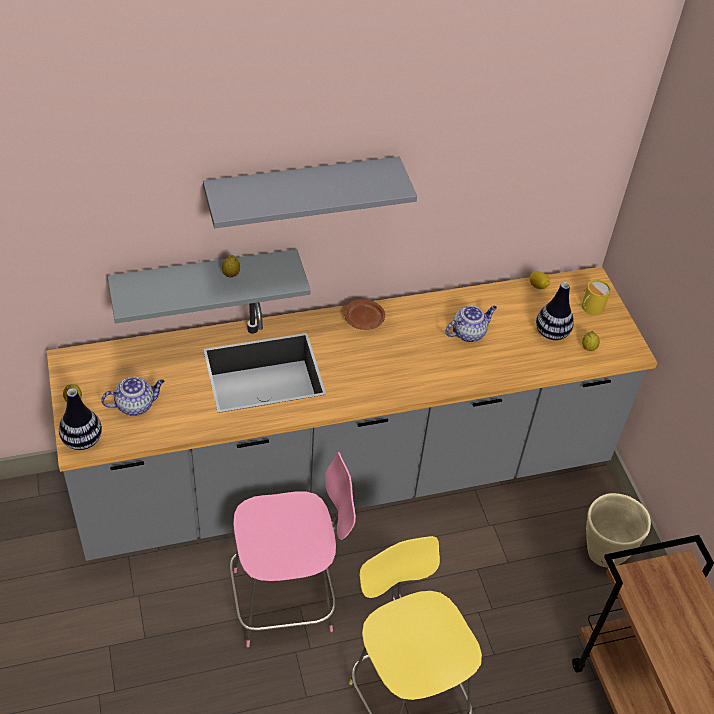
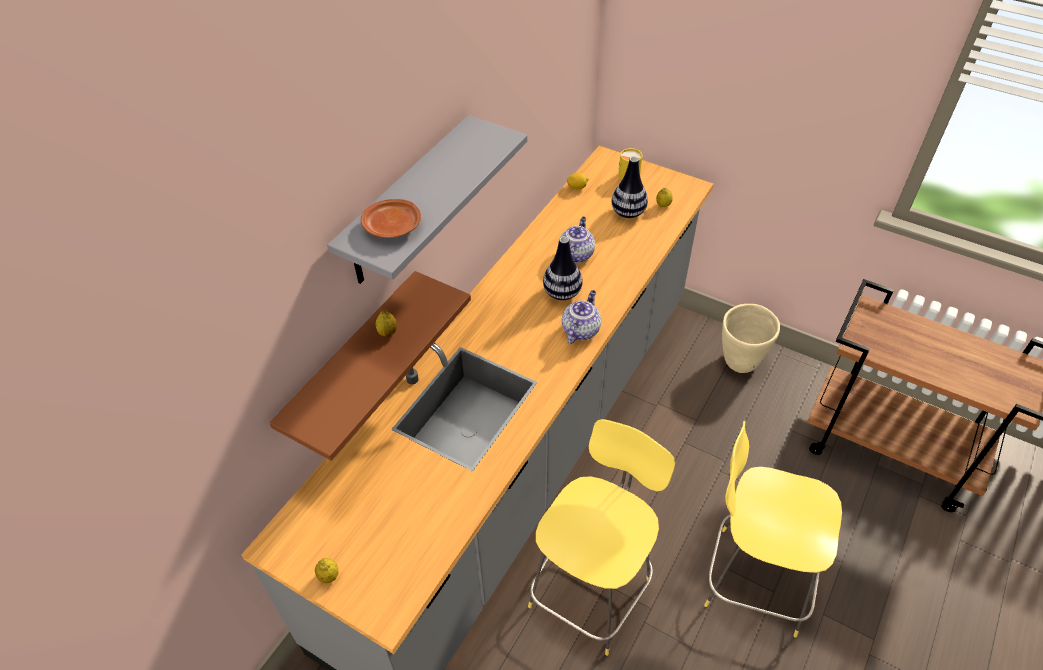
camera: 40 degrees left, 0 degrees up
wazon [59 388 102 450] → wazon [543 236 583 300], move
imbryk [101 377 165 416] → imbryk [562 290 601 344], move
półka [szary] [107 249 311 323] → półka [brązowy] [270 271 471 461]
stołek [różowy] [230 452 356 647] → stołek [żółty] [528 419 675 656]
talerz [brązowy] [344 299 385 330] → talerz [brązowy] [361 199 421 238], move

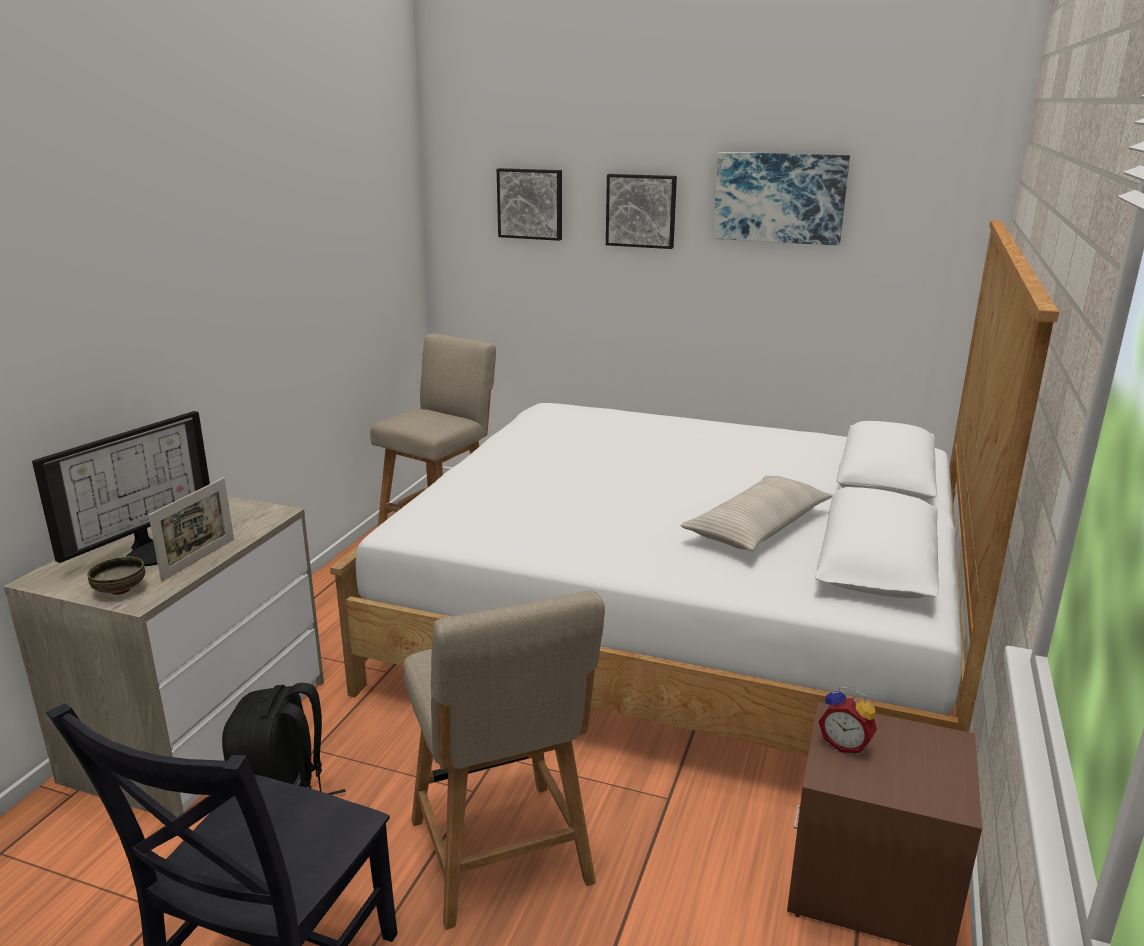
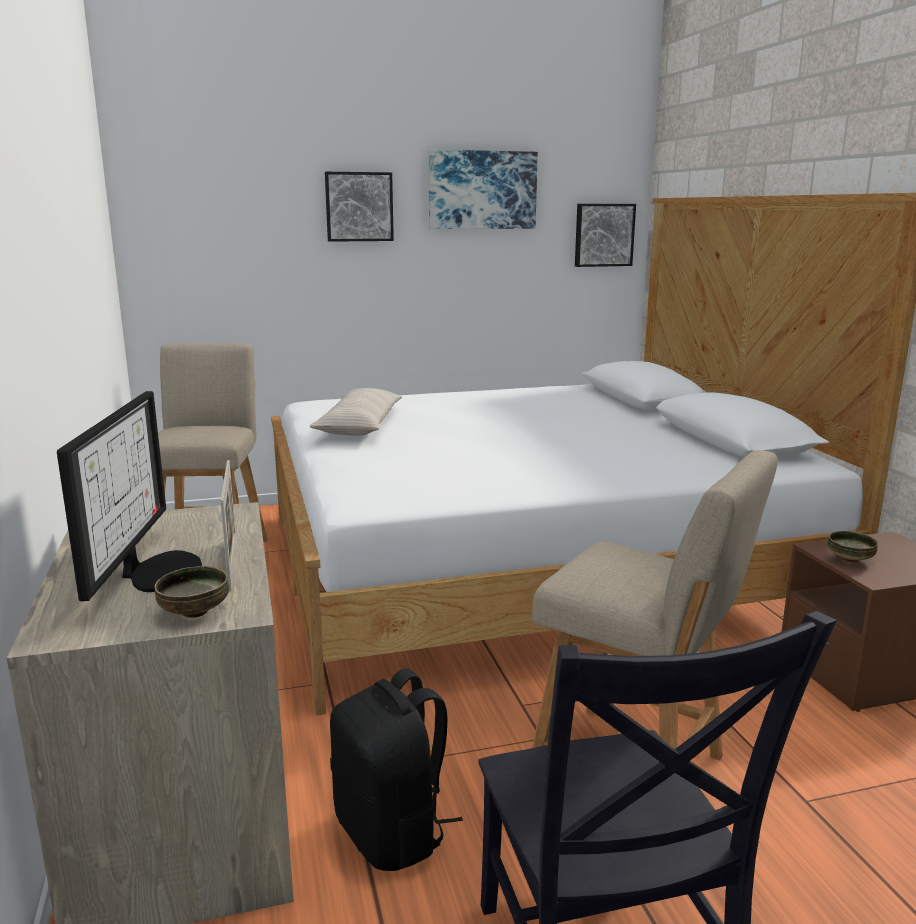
camera: 35 degrees left, 5 degrees down
obraz [497 168 562 241] → obraz [575 204 636 267], move
poduszka [beżowy] [681 475 833 551] → poduszka [beżowy] [310 388 402 436], move
budzik [818 687 877 753] → miska [827 531 878 563]

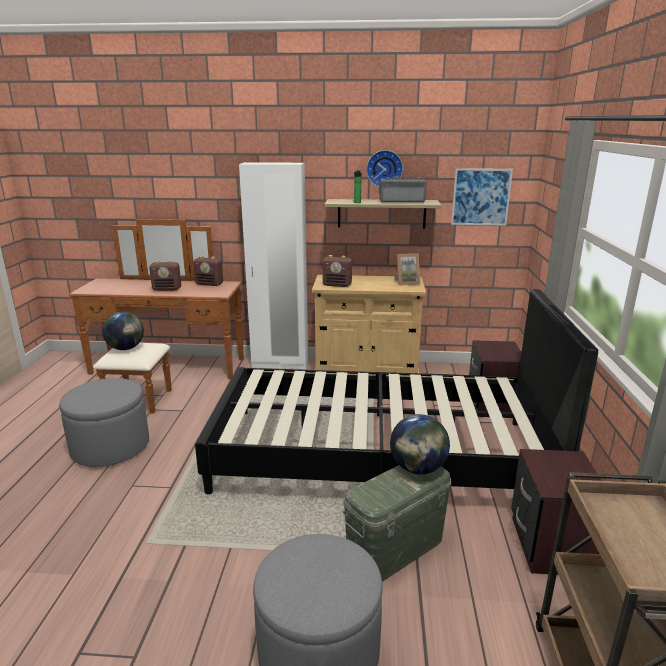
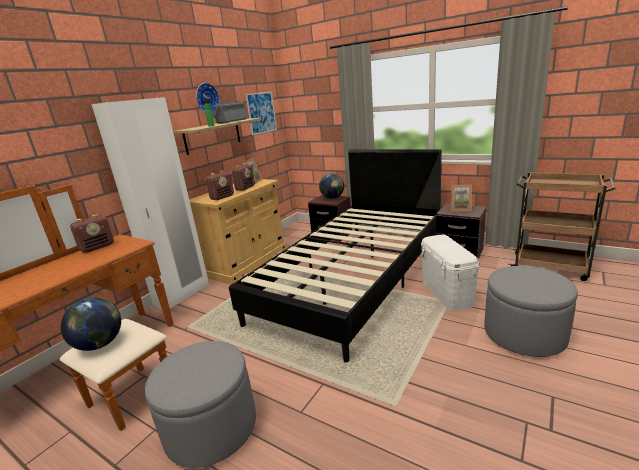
camera: 60 degrees left, 0 degrees up
radio [149 261 181 291] → radio [232 163 255 191], move
pojemnik do przechowywania [zielony] [343 465 451 582] → pojemnik do przechowywania [biały] [421 235 480 311]
globus [390 414 450 474] → globus [319 174 344 199], move
- → ramka na zdjęcie [451 185 472 211]

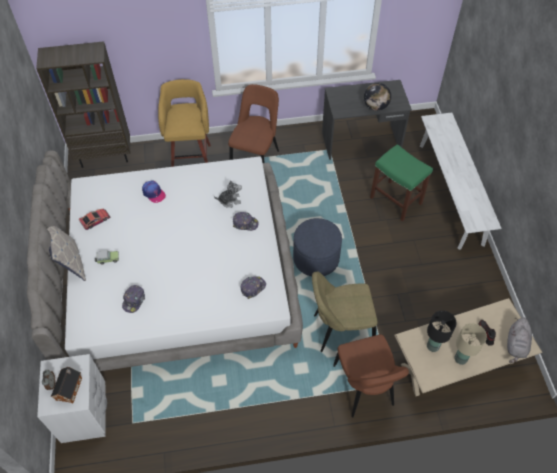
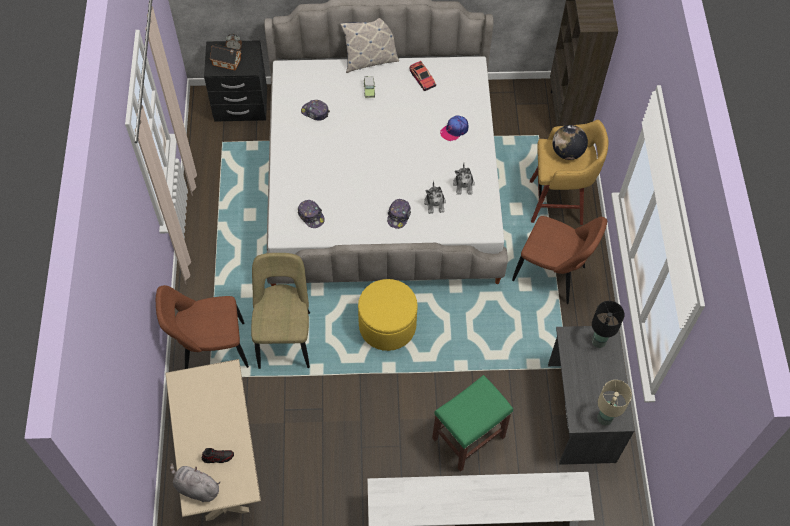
camera: 95 degrees right, 5 degrees up
szafka nocna [biały] [37 354 107 443] → szafka nocna [czarny] [204 40 267 122]
pufa [niebieski] [293 218 342 277] → pufa [żółty] [358 279 418 351]
globus [364 83 391 111] → globus [552 125 588 160], move
lampa stołowa [czarny] [427 310 457 352] → lampa stołowa [czarny] [592 301 625 348], move
lampa stołowa [beżowy] [454 323 487 365] → lampa stołowa [beżowy] [597 380 632 425], move
- → pluszak [453 163 475 195]

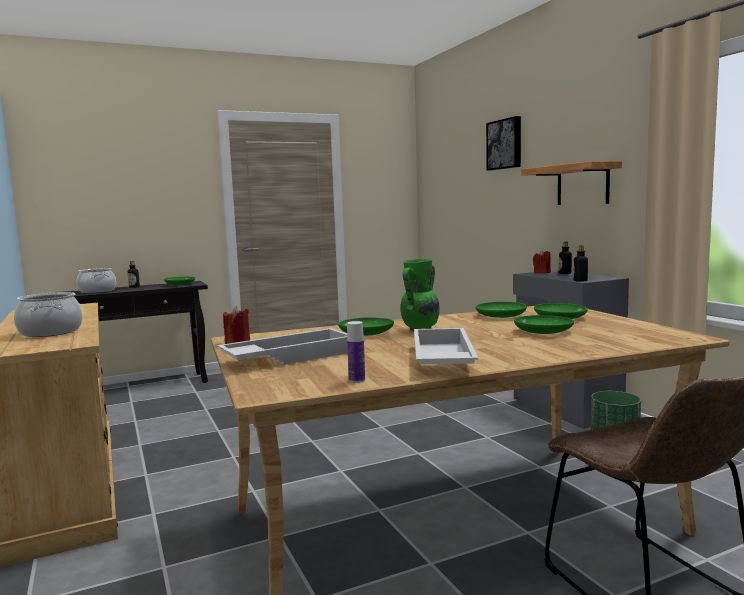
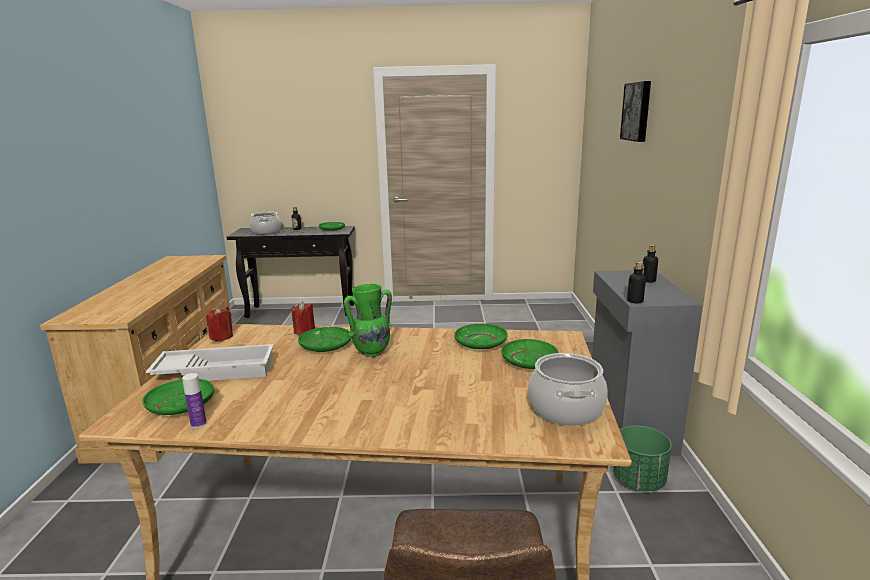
camera: 25 degrees right, 10 degrees up
garnek [14 292 83 337] → garnek [528 353 608 426], move
taca [biały] [414 328 478 364] → -
talerz [zielony] [514 315 574 334] → talerz [zielony] [142 379 214 415], move
półka [521 161 622 205] → -
świeca [czerwony] [533 250 551 274] → świeca [czerwony] [291 301 315 335], move

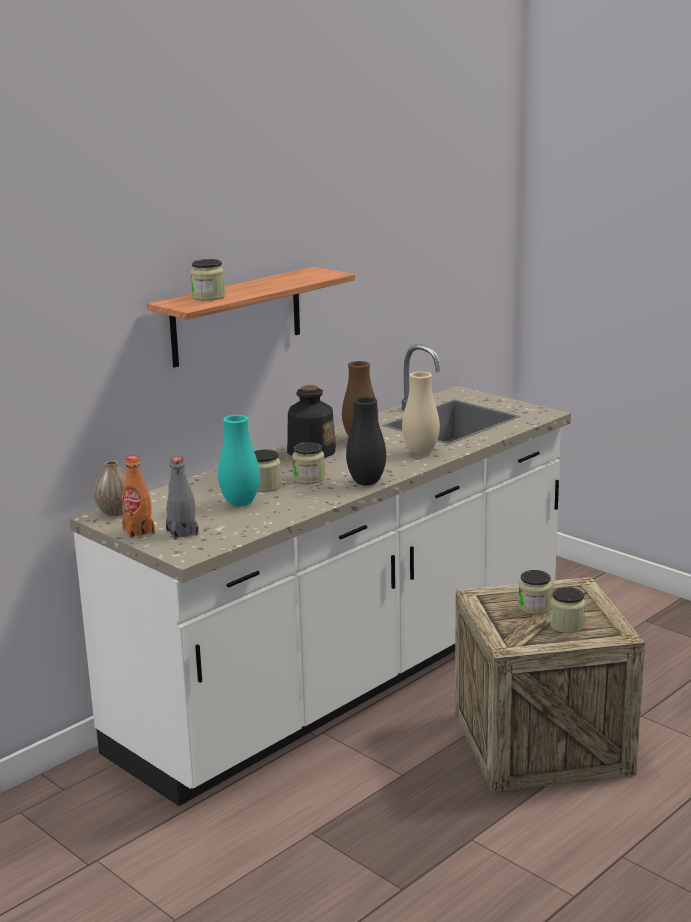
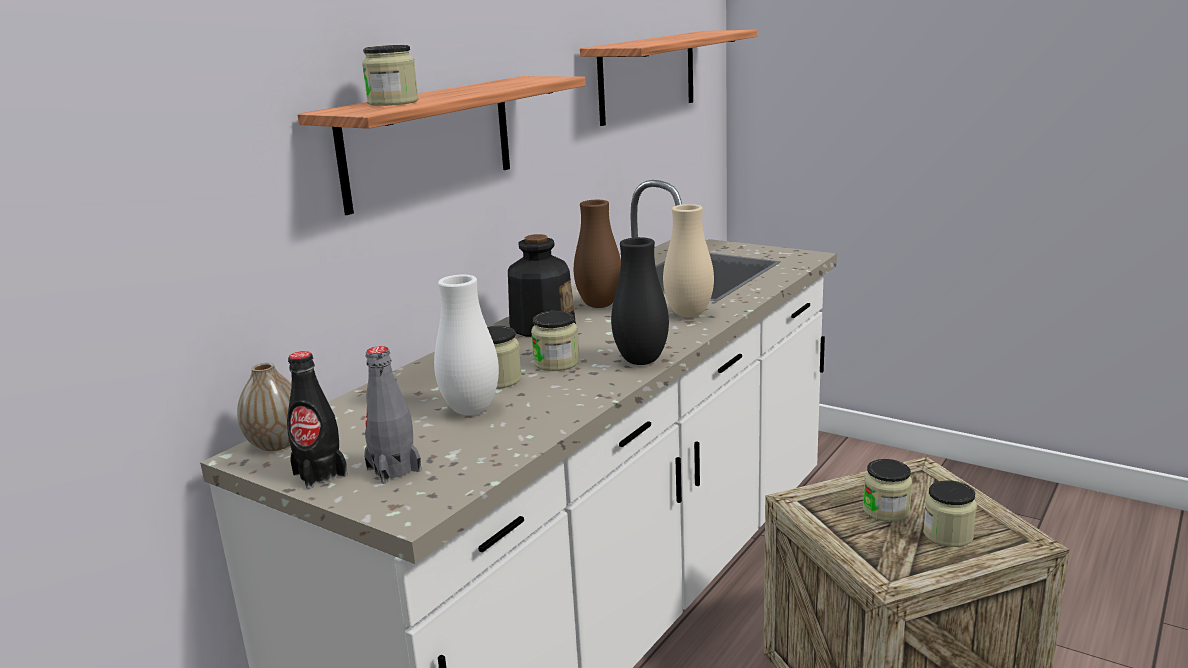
camera: 10 degrees left, 0 degrees up
butelka [pomarańczowy] [122 456 155 538] → butelka [czarny] [287 351 348 489]
wazon [turkusowy] [218 415 260 507] → wazon [biały] [434 275 499 415]
- → półka [580 30 757 126]

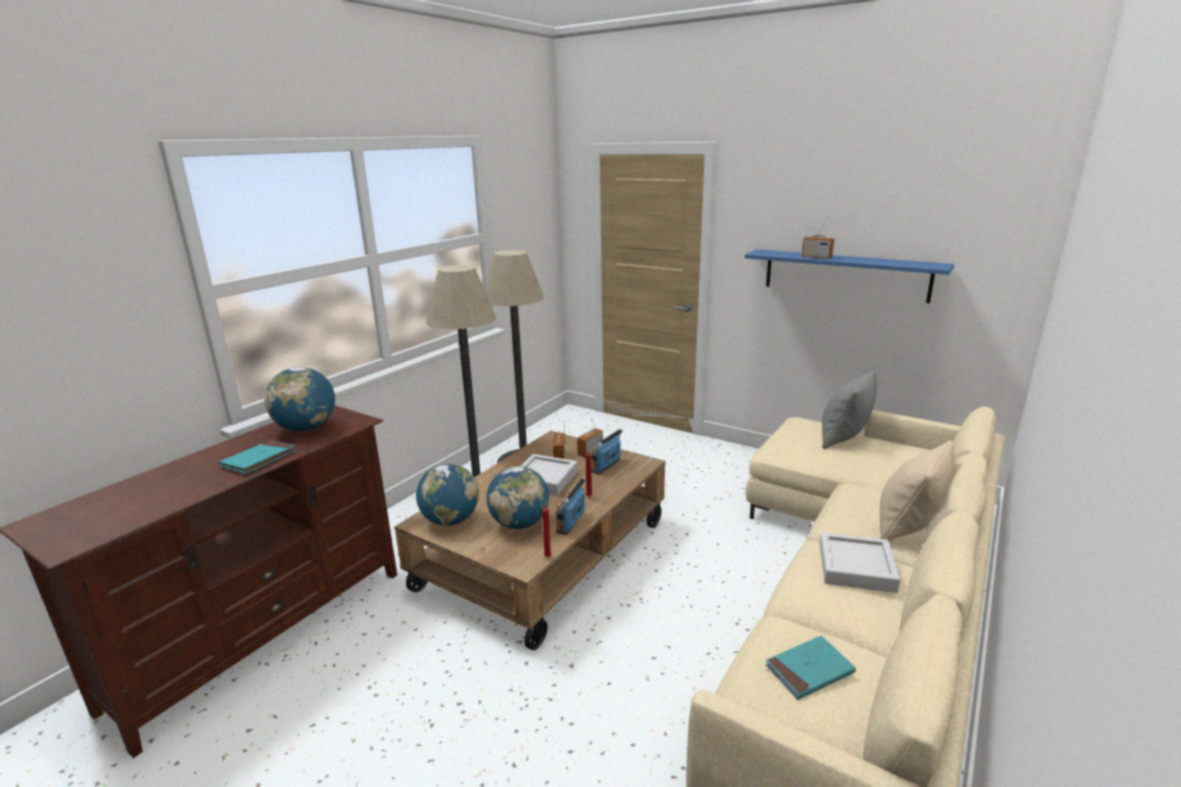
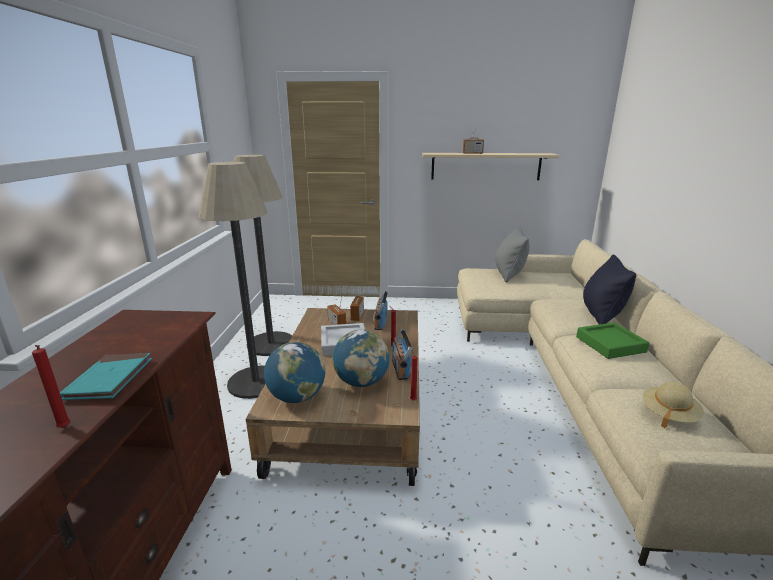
camera: 30 degrees left, 0 degrees up
globus [265 367 335 431] → -
półka [niebieski] [745 249 954 303] → półka [beżowy] [423 153 560 180]
książka [turkusowy] [765 636 856 700] → kapelusz [beżowy] [643 382 704 428]
taca [szary] [819 532 901 593] → taca [zielony] [576 323 649 359]
poduszka [beżowy] [880 440 954 541] → poduszka [czarny] [583 255 636 325]
- → świeca [czerwony] [32 345 71 428]

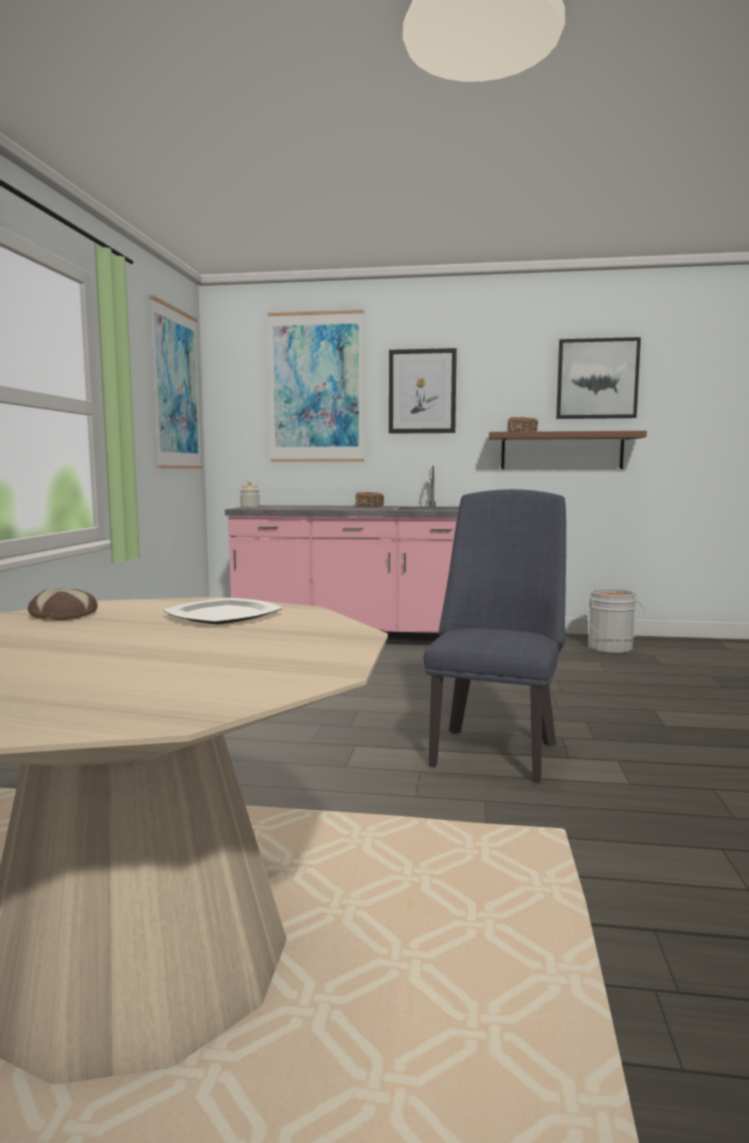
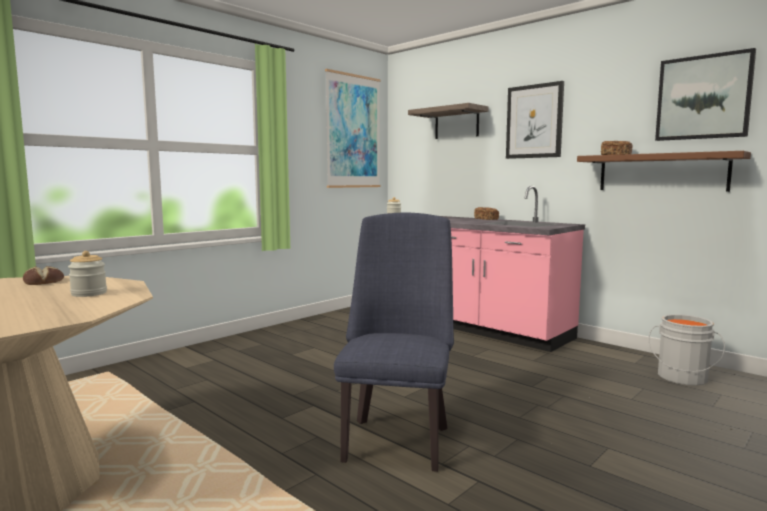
camera: 35 degrees right, 0 degrees up
talerz [163 598 283 625] → słoik [68 251 107 297]
obraz [268 310 364 462] → półka [408 103 489 139]
krzesło [niebieski] [424 489 566 783] → krzesło [niebieski] [334 213 454 472], 45 degrees counterclockwise

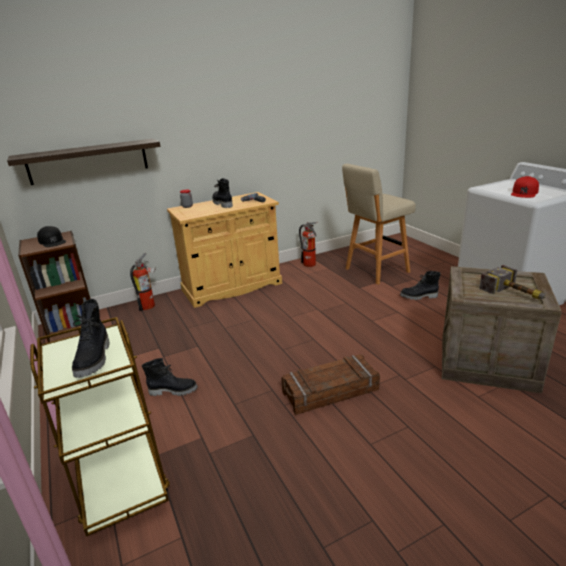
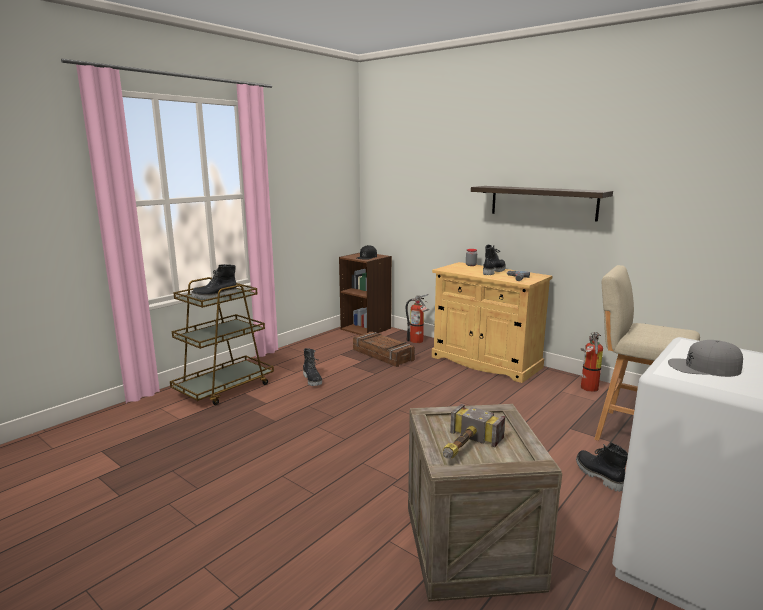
camera: 65 degrees right, 10 degrees down
półka [7 139 160 185] → półka [471 186 613 222], move
skrzynka [281 354 380 415] → skrzynka [353 332 415 367], move
czapka z daszkiem [czerwony] [511 176 539 198] → czapka z daszkiem [szary] [668 340 743 377]

